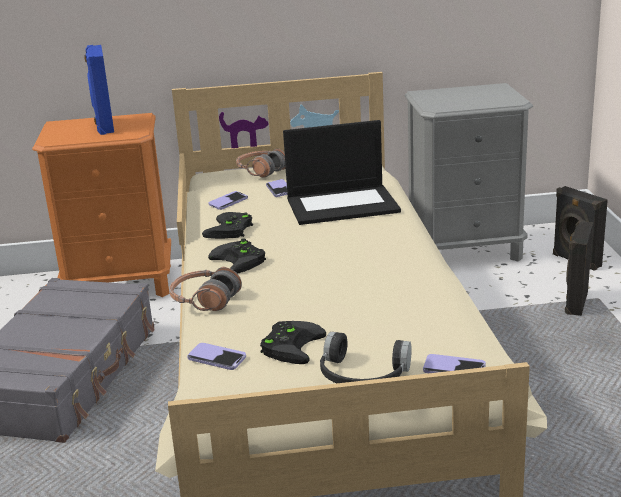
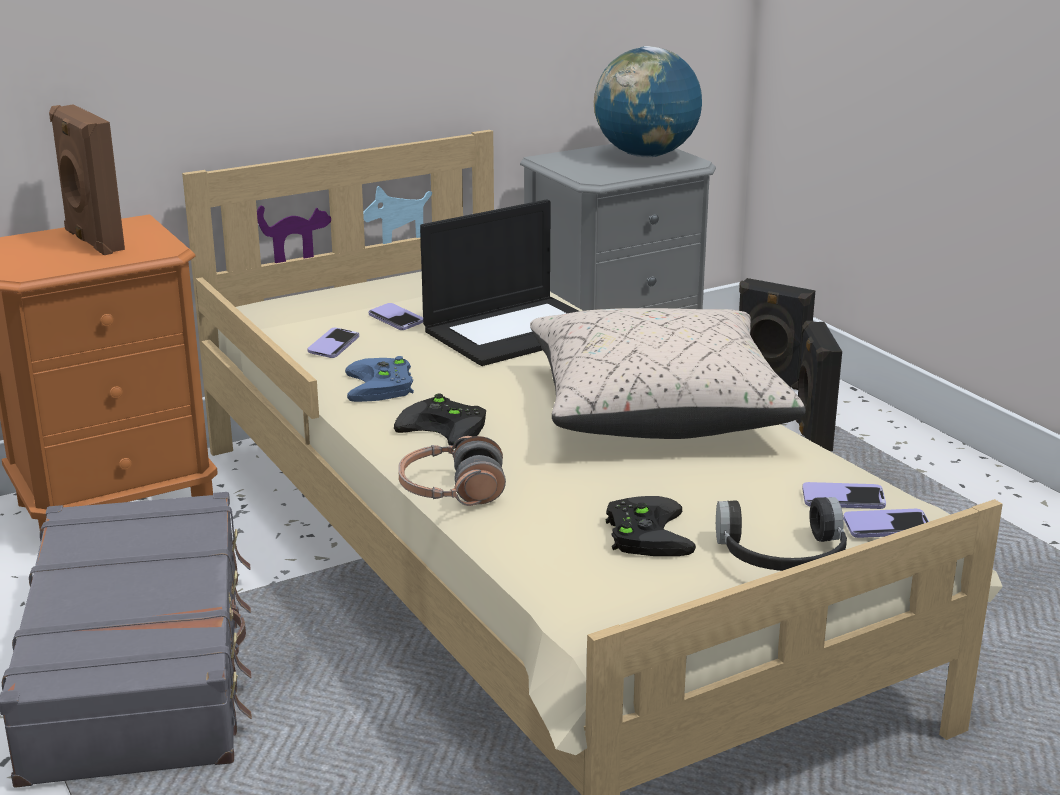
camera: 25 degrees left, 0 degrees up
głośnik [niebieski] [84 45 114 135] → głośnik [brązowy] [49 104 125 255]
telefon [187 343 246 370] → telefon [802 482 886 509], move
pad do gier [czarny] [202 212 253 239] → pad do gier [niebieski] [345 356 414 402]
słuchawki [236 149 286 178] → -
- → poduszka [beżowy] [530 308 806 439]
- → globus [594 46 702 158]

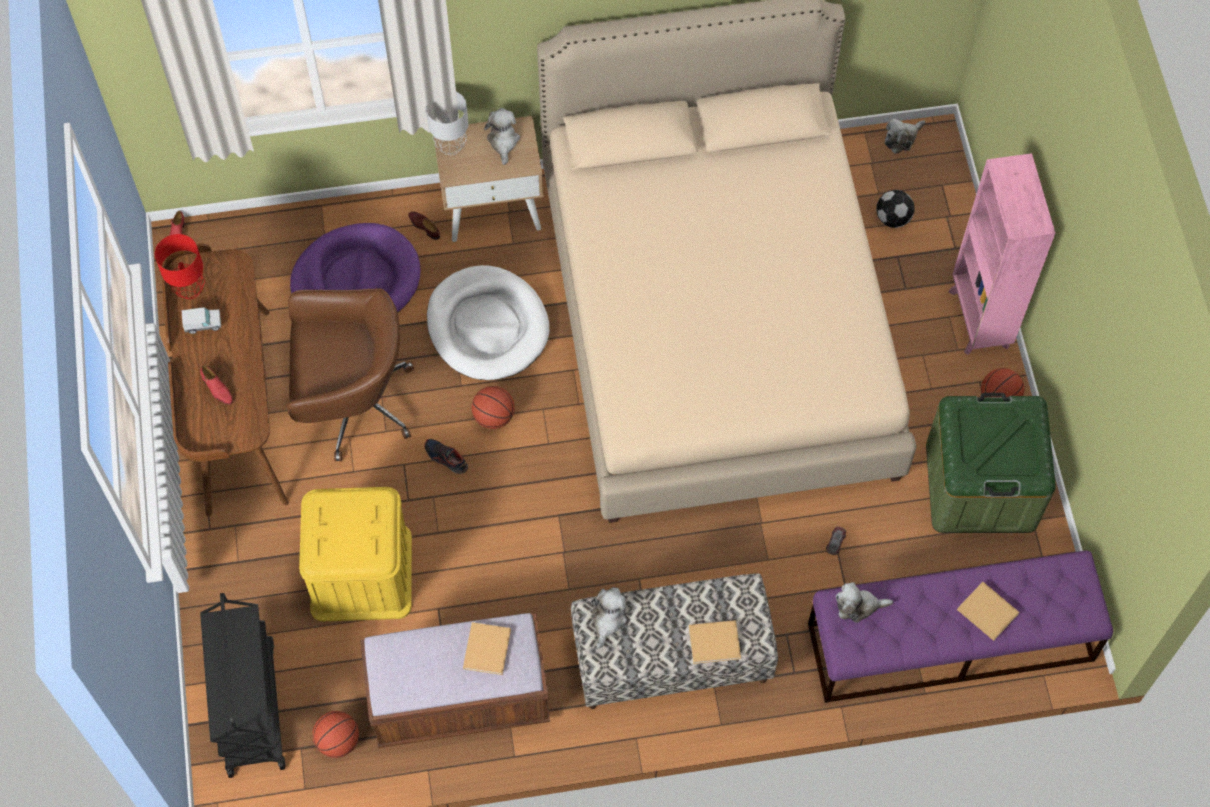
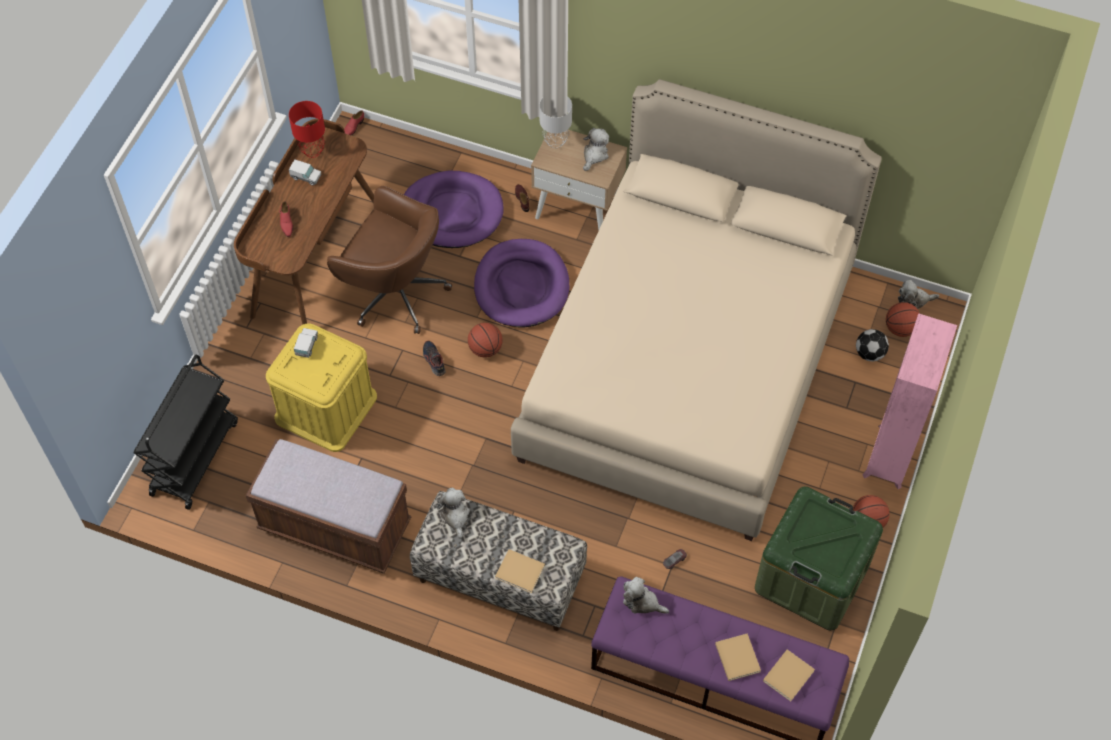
camera: 30 degrees right, 5 degrees down
piłka do koszykówki [312 711 359 758] → piłka do koszykówki [886 302 920 337], move
legowisko [biały] [427 265 549 380] → legowisko [fioletowy] [474 239 569 328]
książka [beżowy] [463 622 511 675] → książka [beżowy] [763 649 815 701], move
pluszak [590 587 627 648] → pluszak [437 488 470 539], 60 degrees counterclockwise
- → ciężarówka zabawkowa [294 328 318 358]

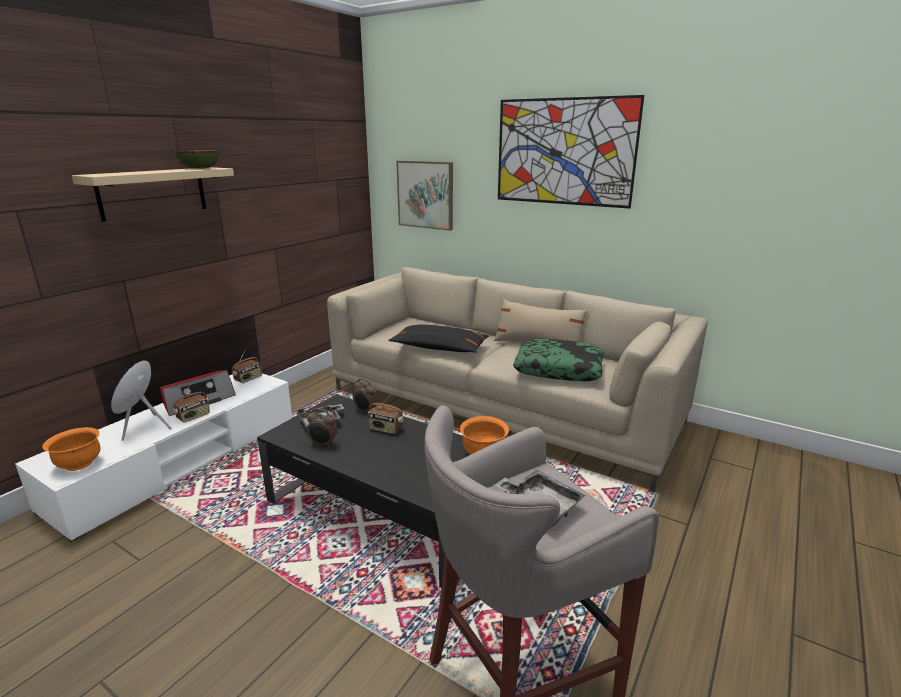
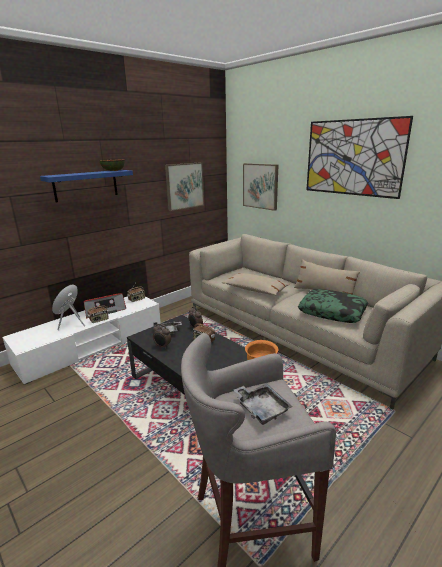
camera: 15 degrees right, 0 degrees up
miska [pomarańczowy] [42 427 100 471] → -
półka [beżowy] [72 167 234 222] → półka [niebieski] [40 170 133 202]
poduszka [czarny] [388 325 489 353] → poduszka [beżowy] [222 273 290 295]
- → obraz [165 162 204 211]

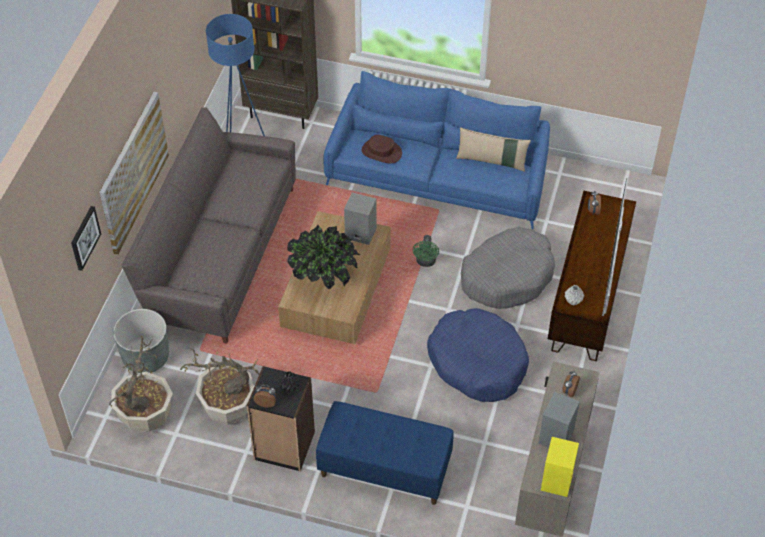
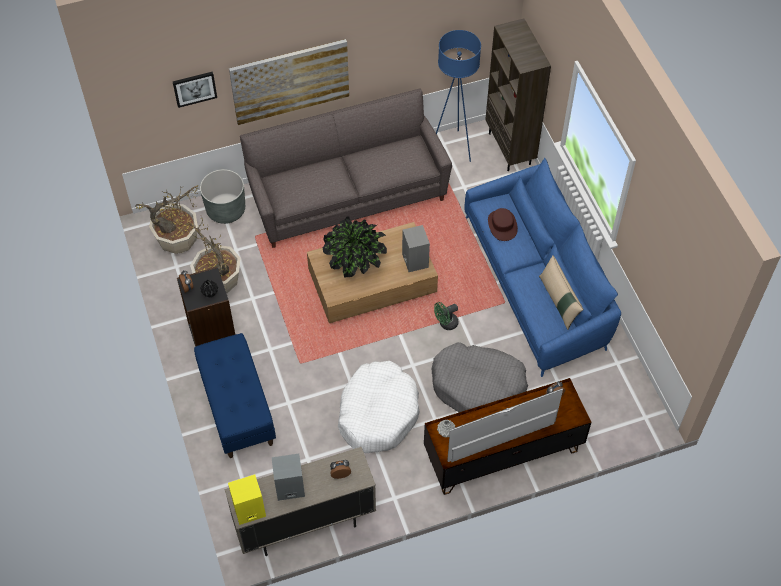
camera: 55 degrees right, 5 degrees up
legowisko [niebieski] [427 308 529 402] → legowisko [biały] [338 361 420 453]

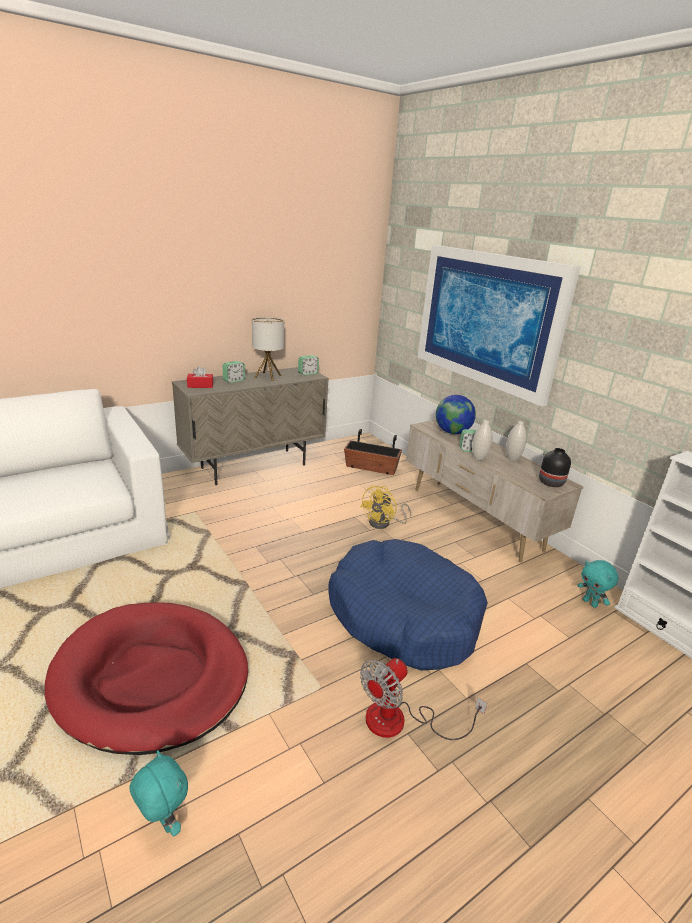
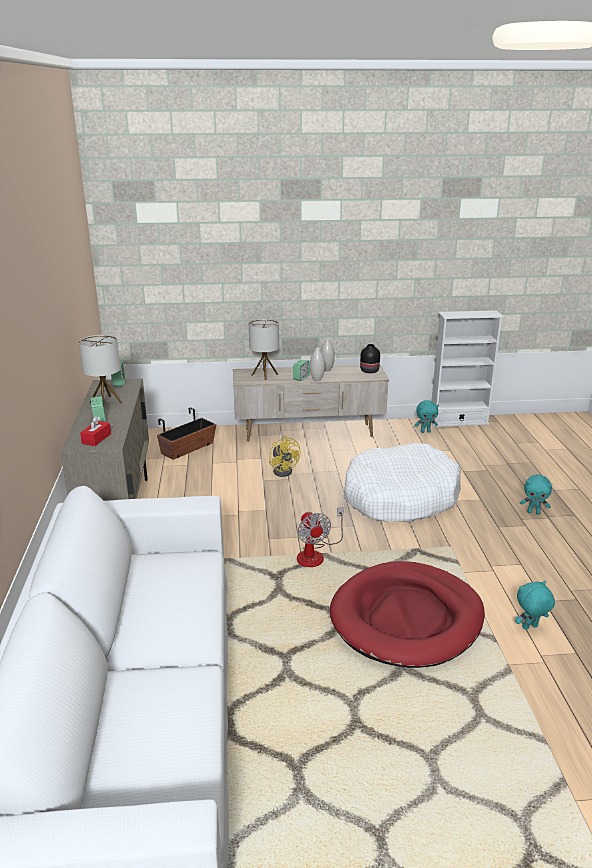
camera: 60 degrees left, 0 degrees up
legowisko [niebieski] [328 539 488 670] → legowisko [biały] [343 443 461 522]
wentylator [360 658 487 740] → wentylator [297 507 344 567], move
obraz [418 245 581 407] → -
globus [436 395 476 434] → lampa stołowa [249 319 279 380]
- → pluszak [turkusowy] [520 474 552 515]

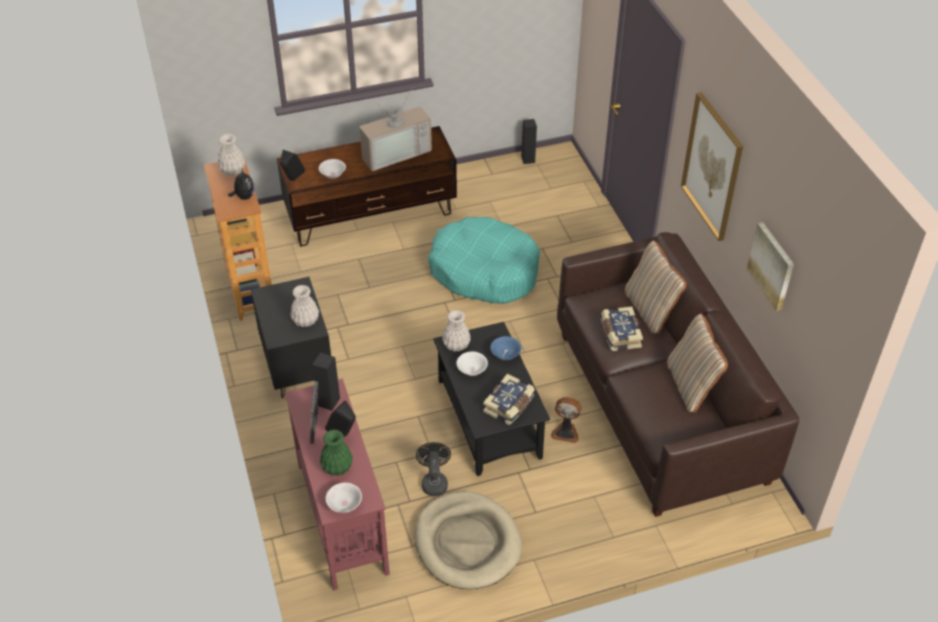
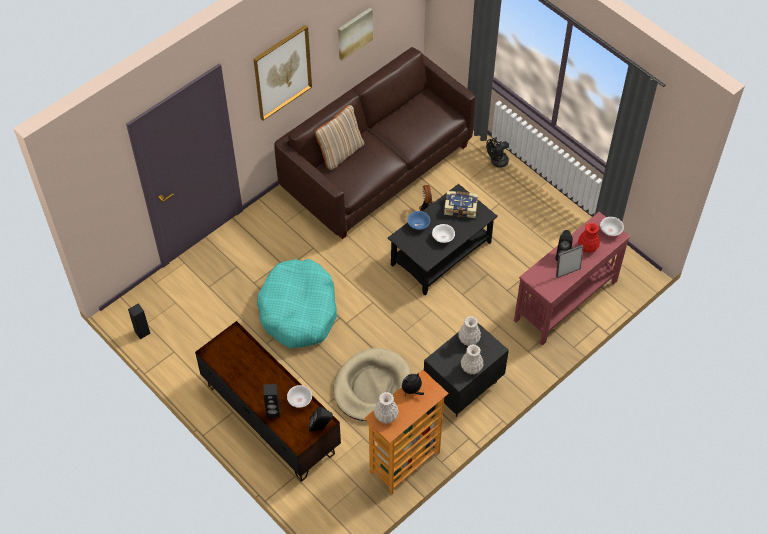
camera: 115 degrees left, 10 degrees up
głośnik [czarny] [312 352 340 411] → głośnik [czarny] [263 384 280 418], move
wazon [zielony] [320 429 353 476] → wazon [czerwony] [578 222 600 253]
telewizor [360 87 432 171] → -
legowisko [beżowy] [415 491 522 589] → legowisko [beżowy] [333 348 412 421], move
wentylator [czarny] [416 442 451 496] → wentylator [czarny] [486 139 509 168], move
wazon [biały] [442 310 471 352] → wazon [biały] [461 344 484 374], move
książka [601 307 643 351] → -
poduszka [beżowy] [667 313 728 413] → -

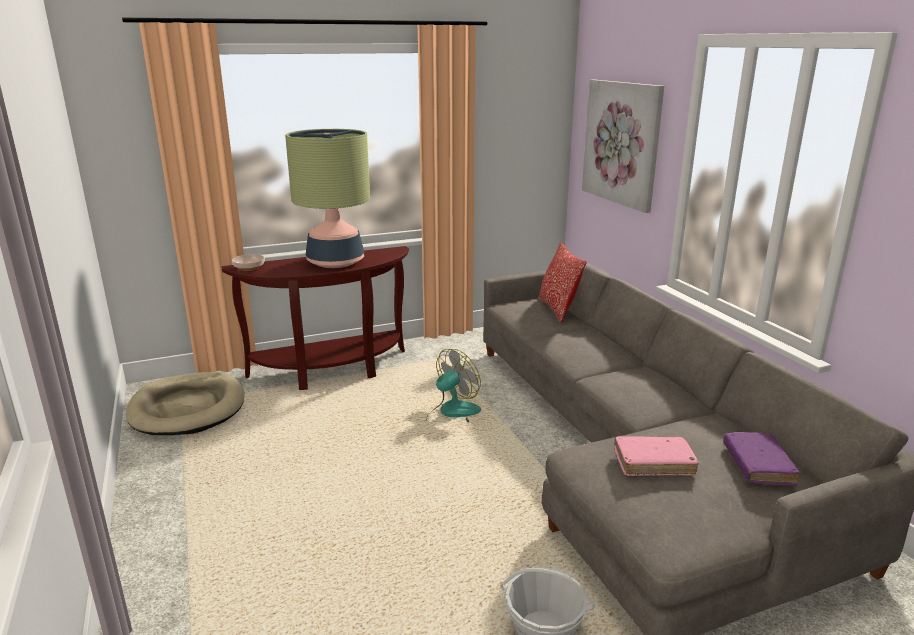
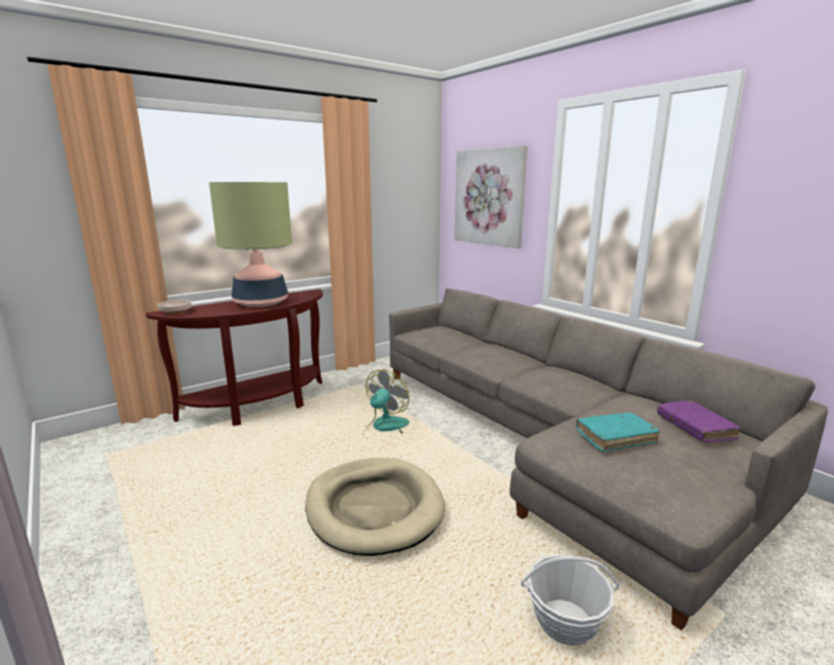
camera: 15 degrees left, 5 degrees down
legowisko [beżowy] [126 372 244 435] → legowisko [beżowy] [305 458 445 556], move
poduszka [538 243 587 323] → -
książka [różowy] [614 436 699 476] → książka [turkusowy] [576 412 660 452]

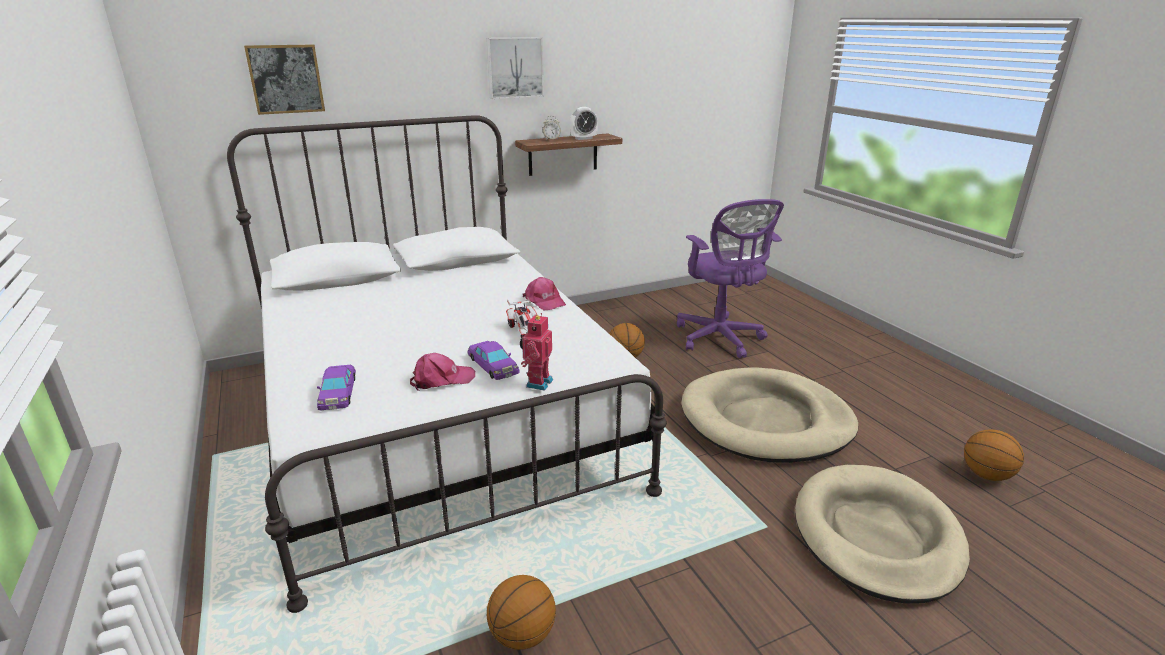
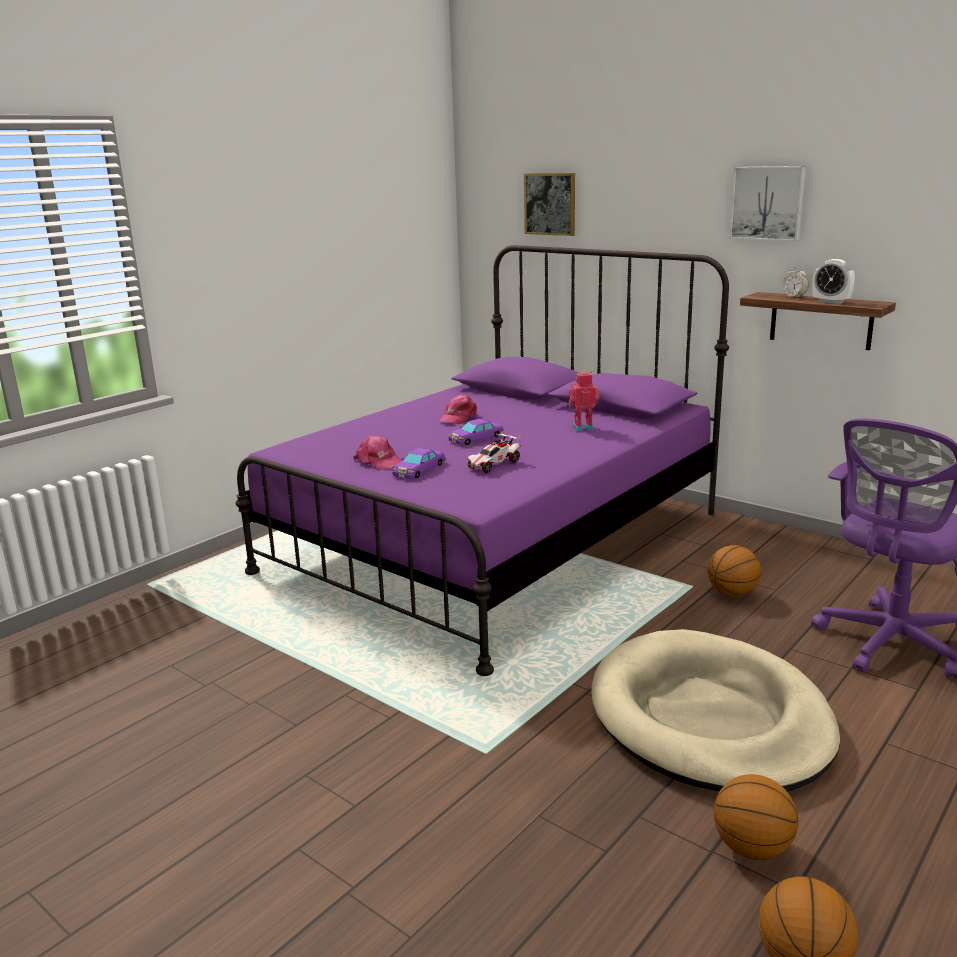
camera: 65 degrees right, 5 degrees down
łóżko [biały] [227 115 667 613] → łóżko [fioletowy] [235 245 729 676]
samochodzik [fioletowy] [317 365 356 410] → samochodzik [fioletowy] [448 419 504 445], move
piłka do koszykówki [487 575 556 650] → piłka do koszykówki [714 774 798 860], move
robot zabawkowy [520 313 553 391] → robot zabawkowy [569 371 599 431], move
czapka z daszkiem [różowy] [523 277 566 310] → czapka z daszkiem [różowy] [439 394 477 424], move
legowisko [beżowy] [795 465 970 604] → -

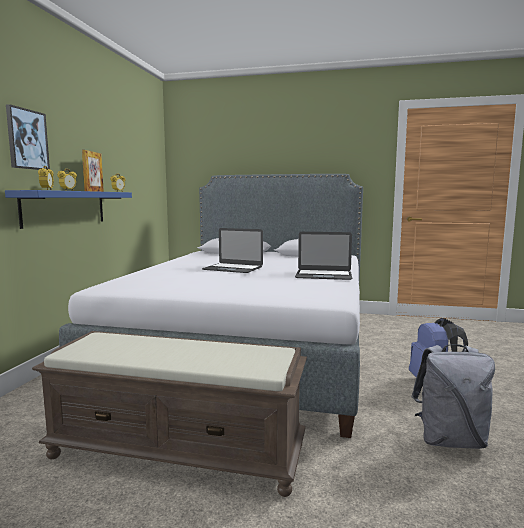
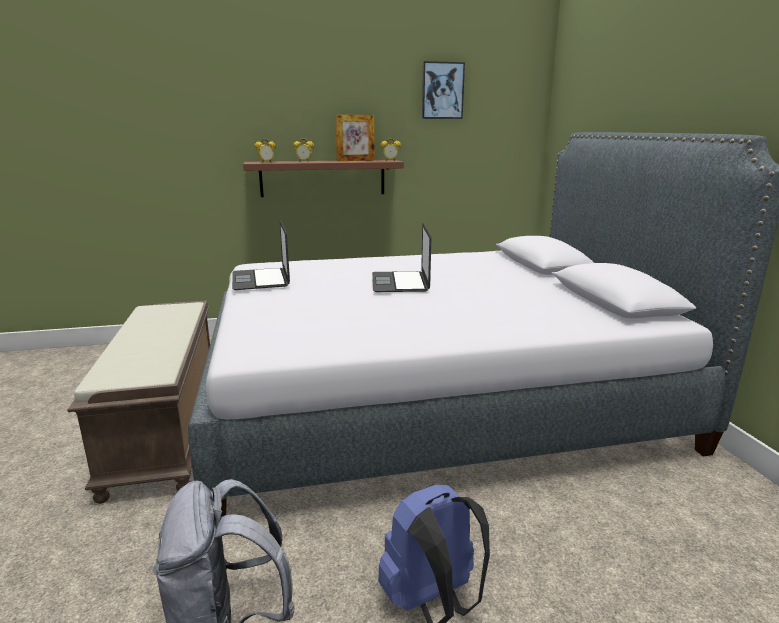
camera: 65 degrees right, 10 degrees up
półka [niebieski] [5 190 132 229] → półka [brązowy] [243 160 404 197]
obraz [6 104 50 170] → obraz [422 61 465 119], move
laptop [295 232 352 280] → laptop [232 220 290 290], move

